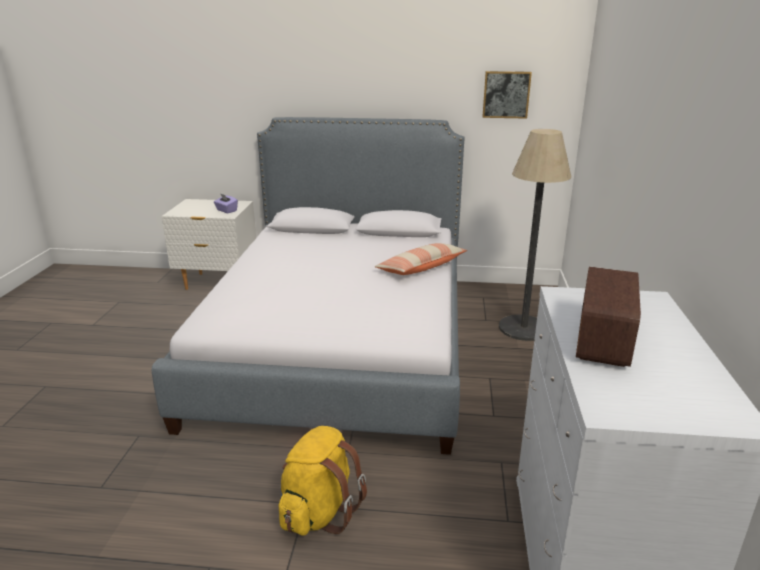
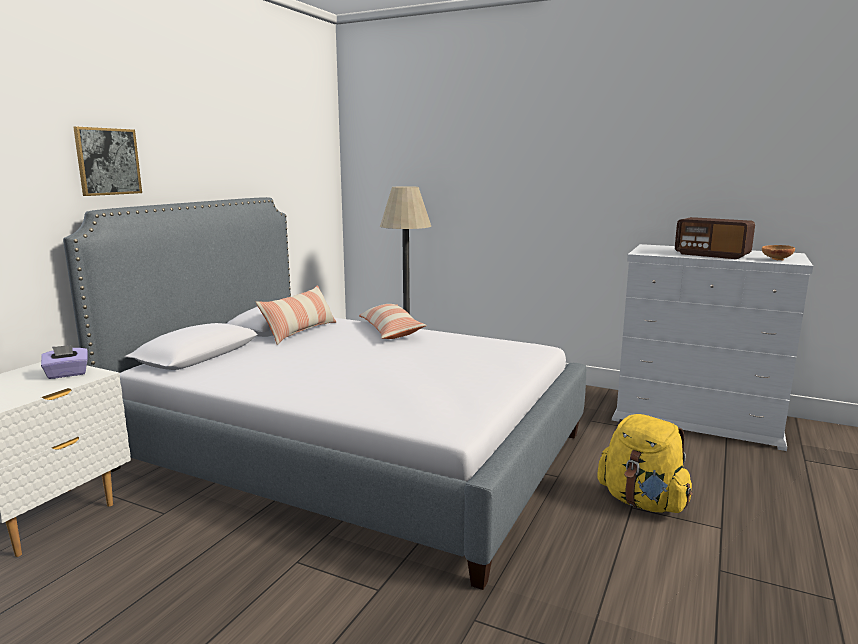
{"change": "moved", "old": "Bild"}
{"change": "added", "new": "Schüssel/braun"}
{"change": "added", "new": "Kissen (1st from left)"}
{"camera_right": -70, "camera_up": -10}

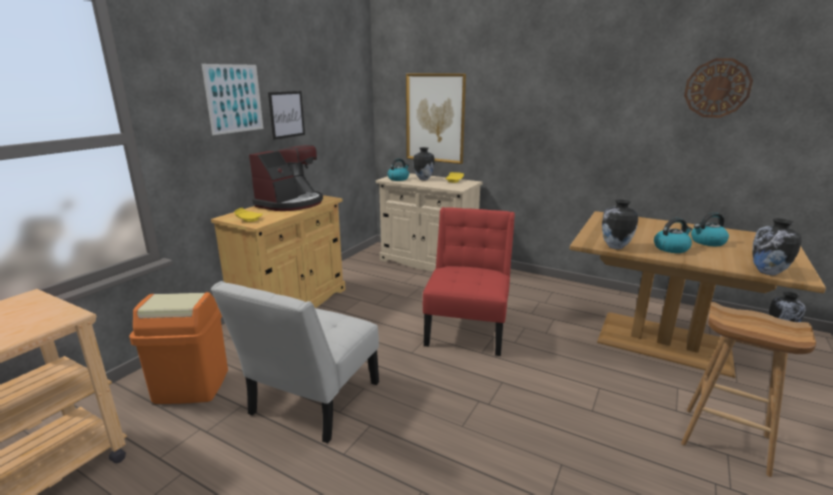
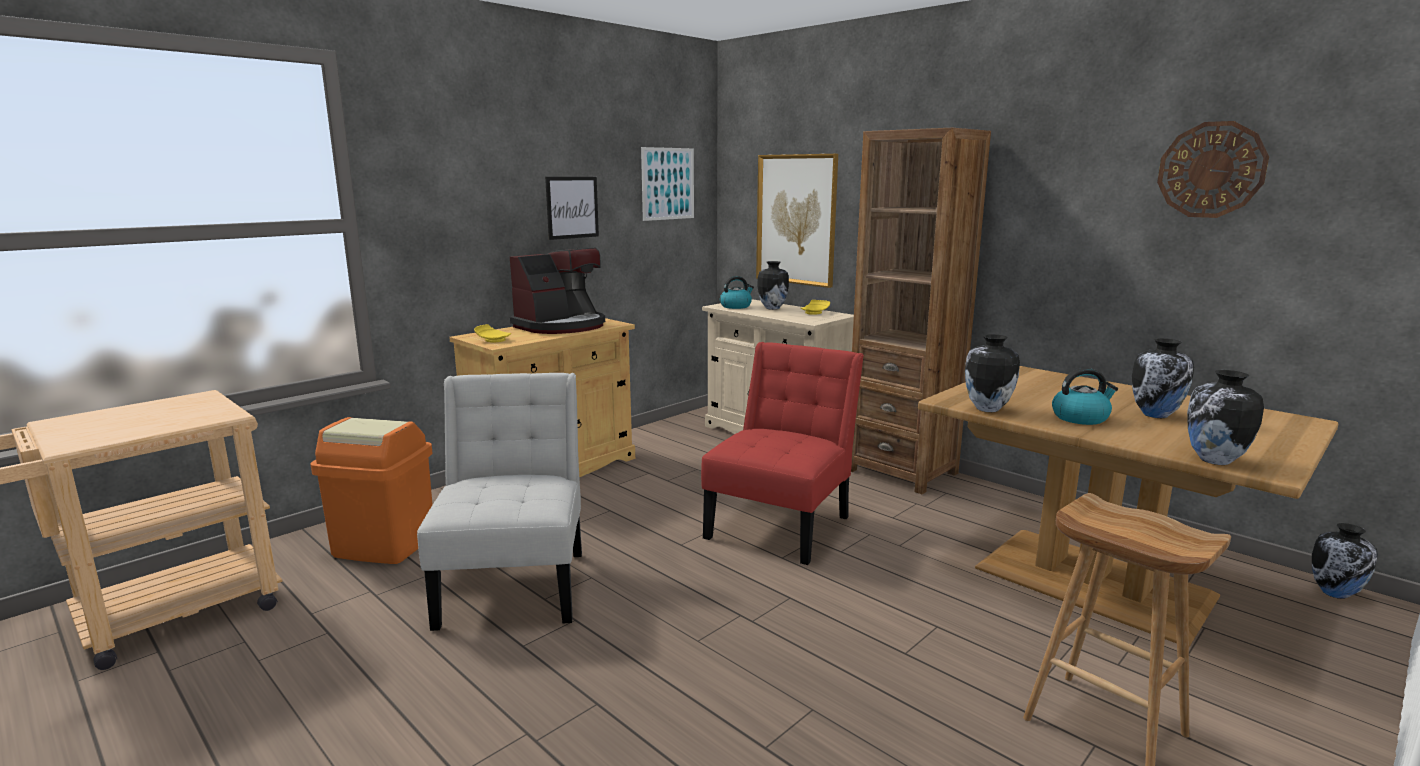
{"change": "moved", "old": "Bild (1st from left in the first image)", "new": "Bild (2nd from left)"}
{"change": "replaced", "old": "Wasserkessel (3rd from left)", "new": "Vase (3rd from left)"}
{"change": "turned", "old": "Stuhl/weiß", "degrees": 135}
{"change": "added", "new": "Bücherregal/braun"}
{"camera_right": 15, "camera_up": -5}

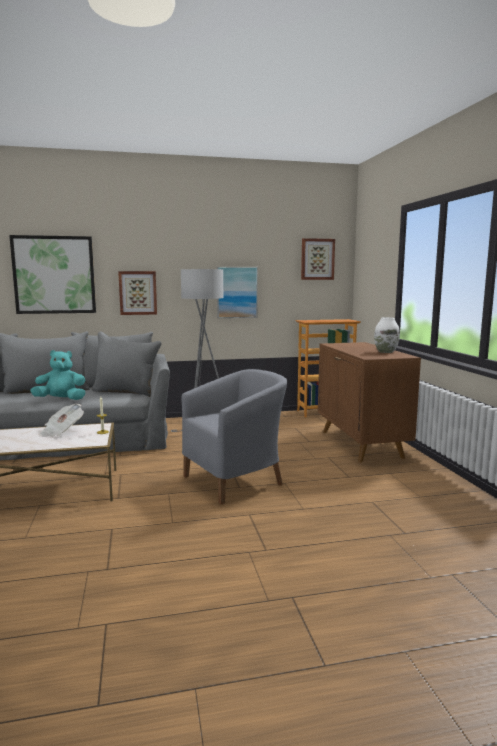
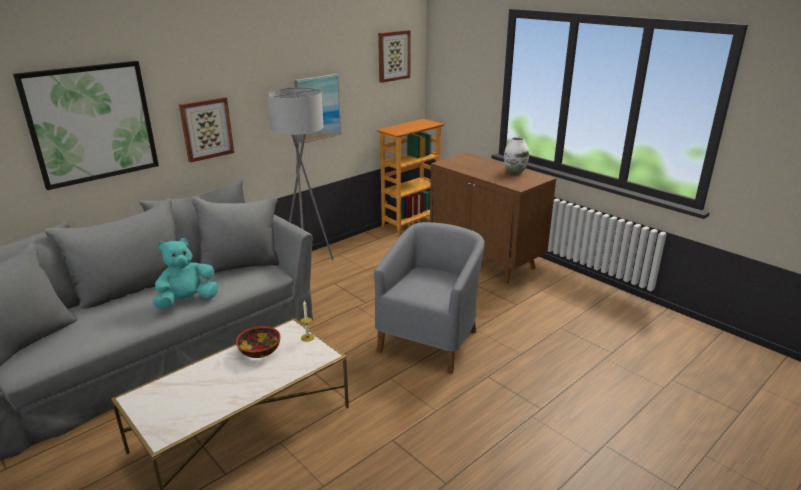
{"change": "replaced", "old": "Zeitung", "new": "Schüssel"}
{"camera_right": -30, "camera_up": 15}

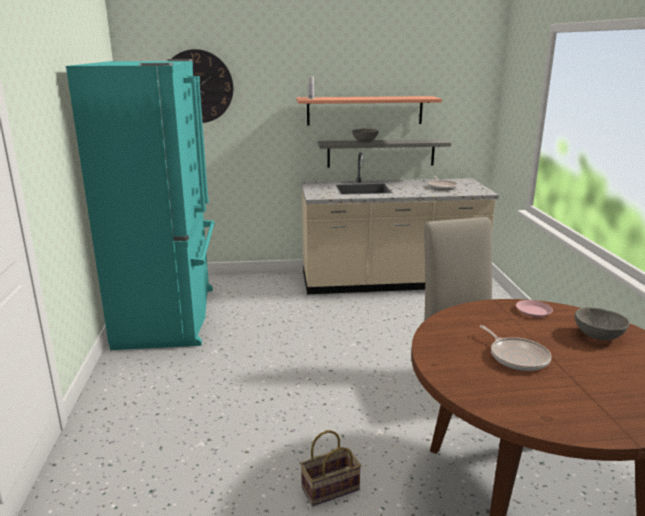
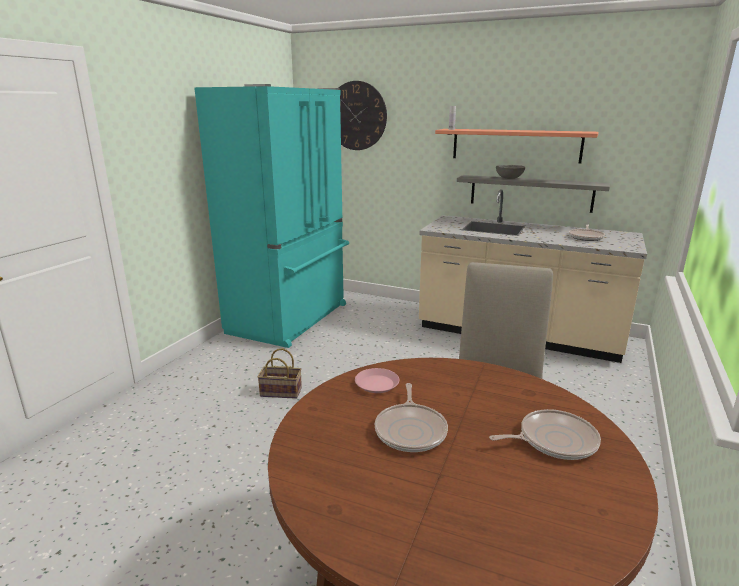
{"change": "moved", "old": "Teller/rosa"}
{"change": "replaced", "old": "Schüssel/grau (2nd from left)", "new": "Pfanne (2nd from left)"}
{"change": "moved", "old": "Korb"}
{"camera_right": 30, "camera_up": 0}

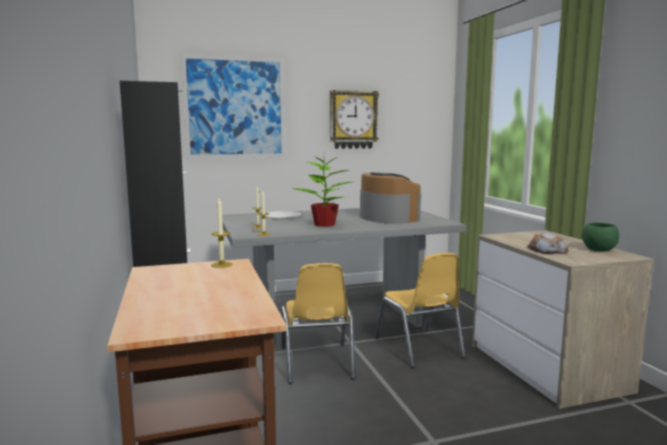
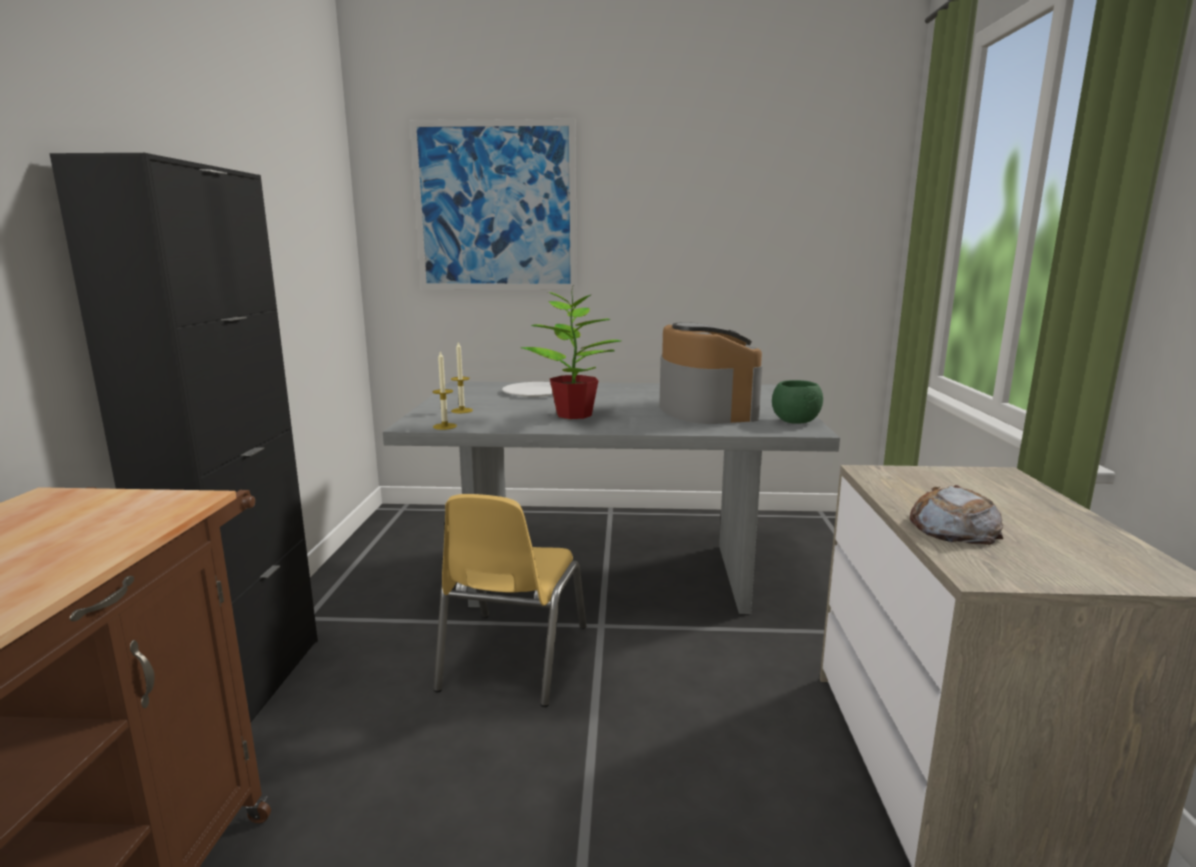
{"change": "removed", "old": "Wanduhr"}
{"change": "removed", "old": "Kerze (1st from left)"}
{"change": "moved", "old": "Schüssel/grün"}
{"change": "removed", "old": "Stuhl/gelb (2nd from left)"}
{"camera_right": 20, "camera_up": 5}

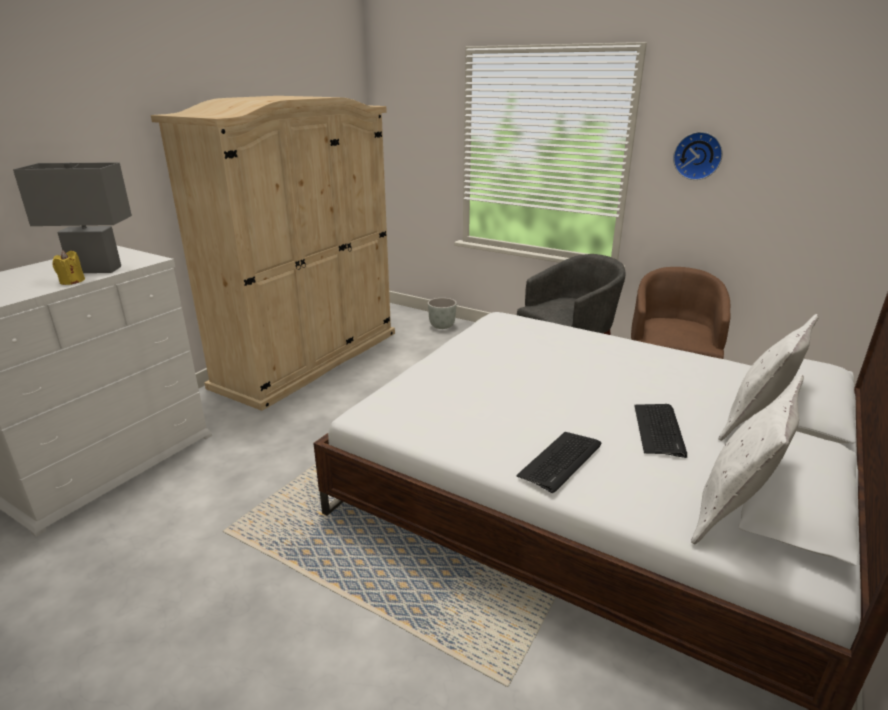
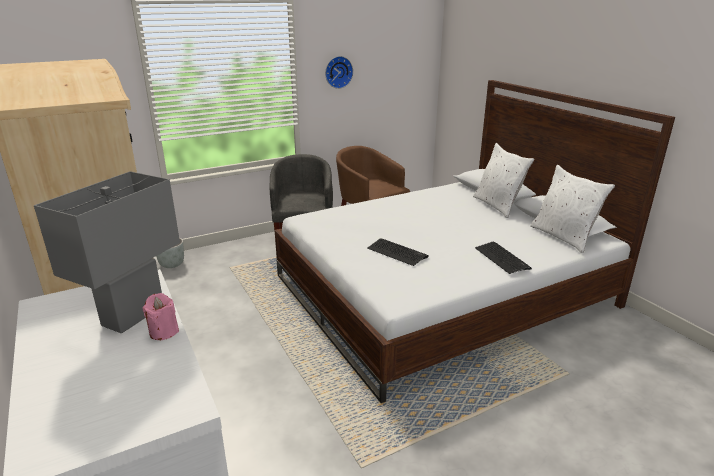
{"change": "recoloured", "old": "Kerze/gelb", "new": "Kerze/rosa"}
{"change": "moved", "old": "Tastatur (2nd from left in the first image)", "new": "Tastatur (1st from left)"}
{"camera_right": -60, "camera_up": 0}

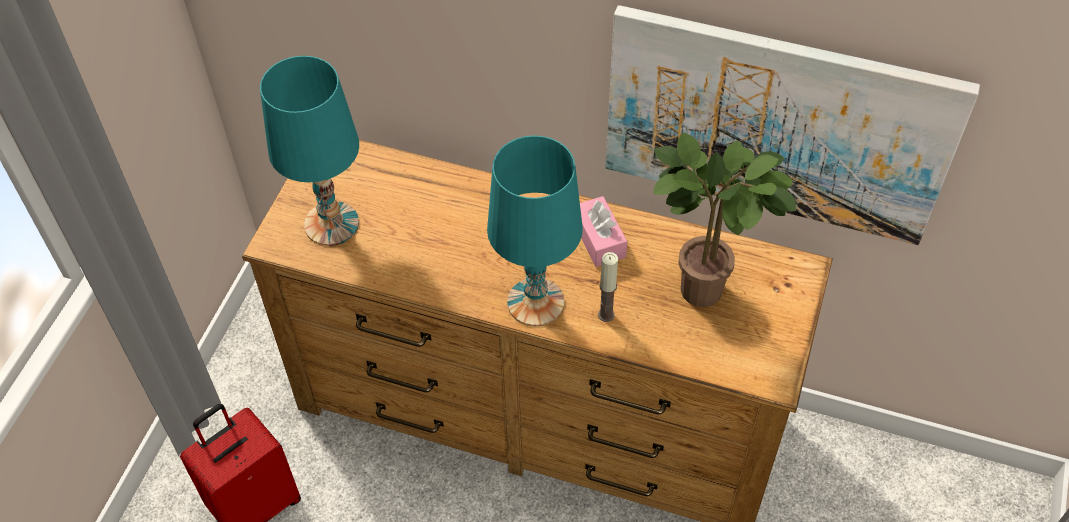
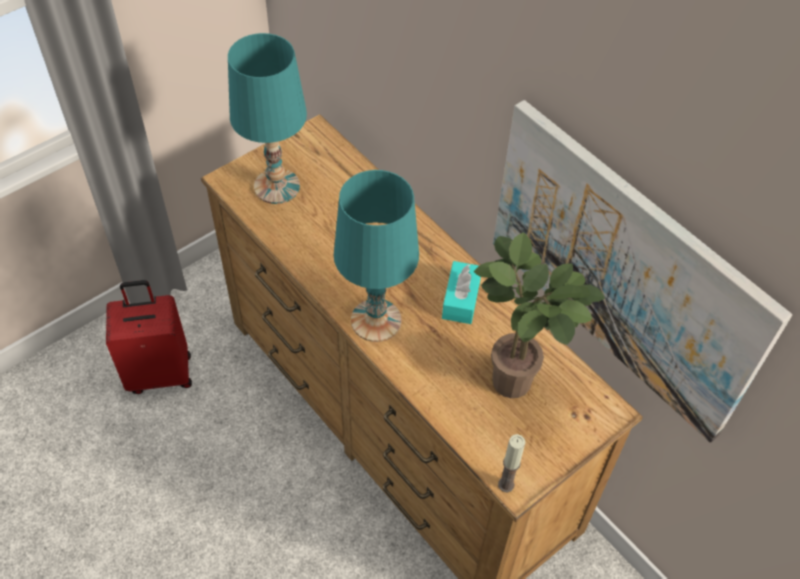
{"change": "recoloured", "old": "Taschentuchbox/rosa", "new": "Taschentuchbox/türkis"}
{"change": "moved", "old": "Kerze"}
{"camera_right": 30, "camera_up": 0}

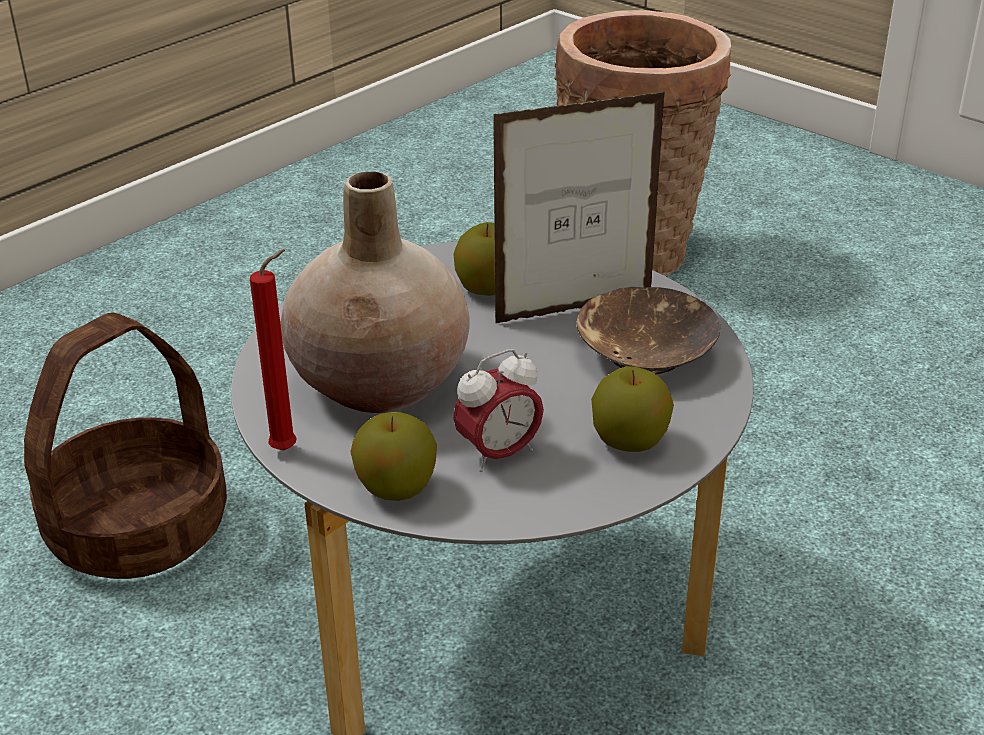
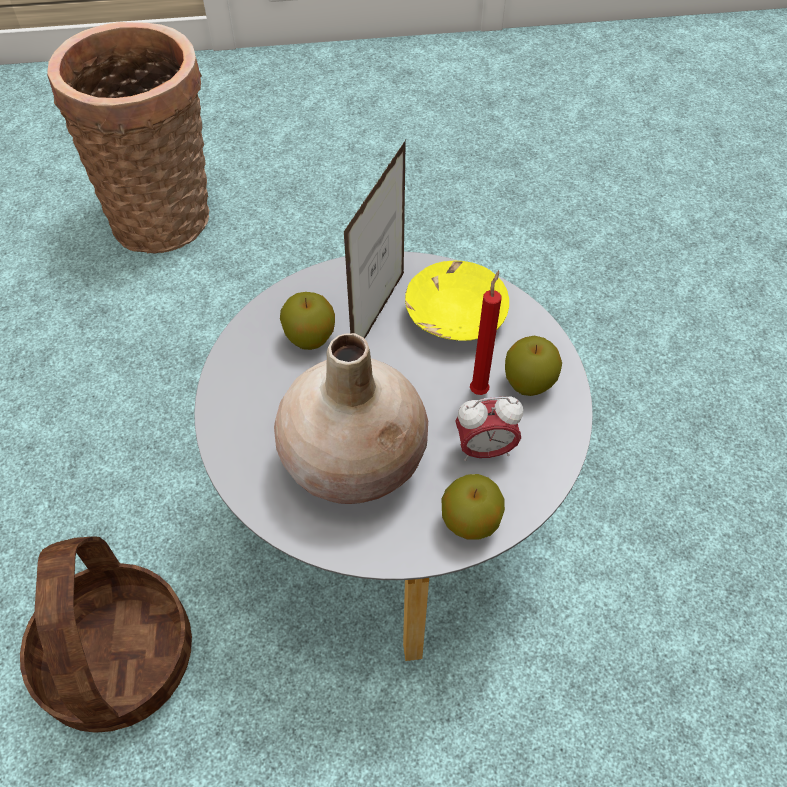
{"change": "moved", "old": "Kerze/rot"}
{"change": "recoloured", "old": "Schüssel/braun", "new": "Schüssel/gelb"}
{"change": "turned", "old": "Wecker", "degrees": 75}
{"camera_right": -50, "camera_up": 20}

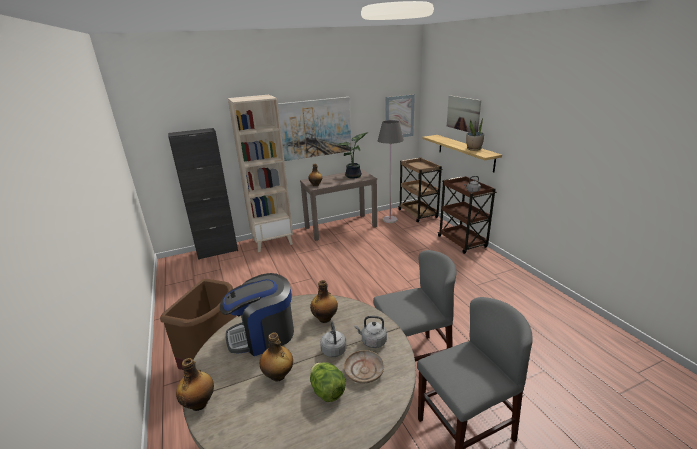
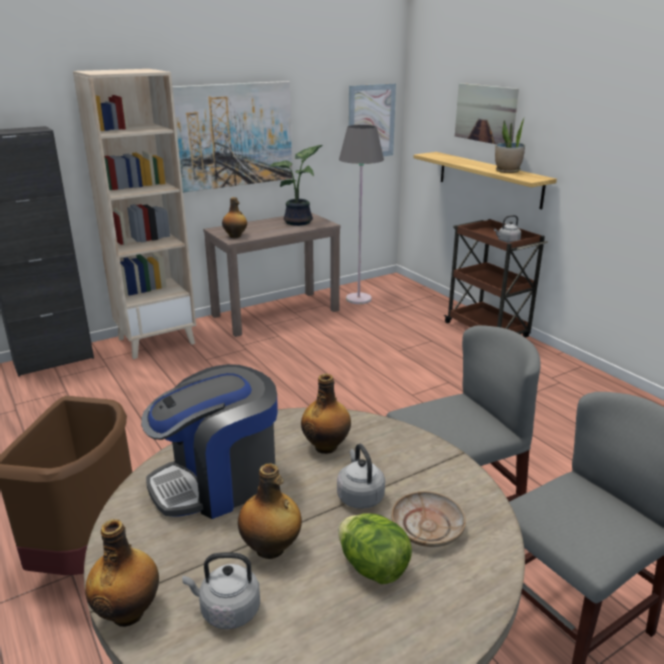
{"change": "removed", "old": "Rollwagen/braun (1st from left)"}
{"change": "moved", "old": "Wasserkessel/grau (2nd from left in the first image)", "new": "Wasserkessel/grau (1st from left)"}
{"camera_right": -10, "camera_up": 0}

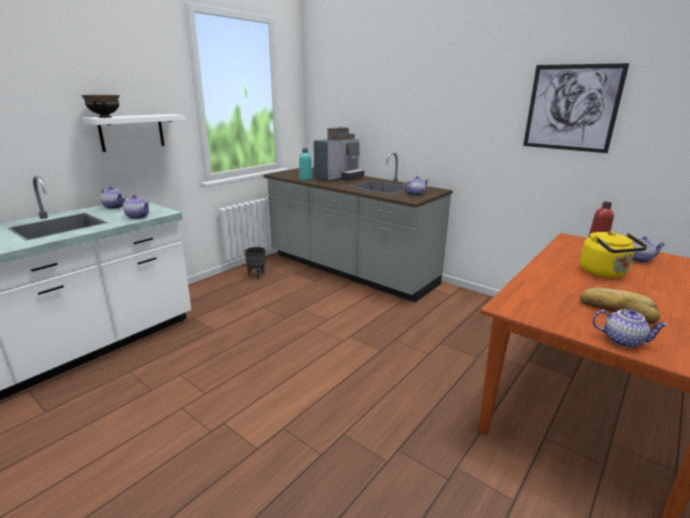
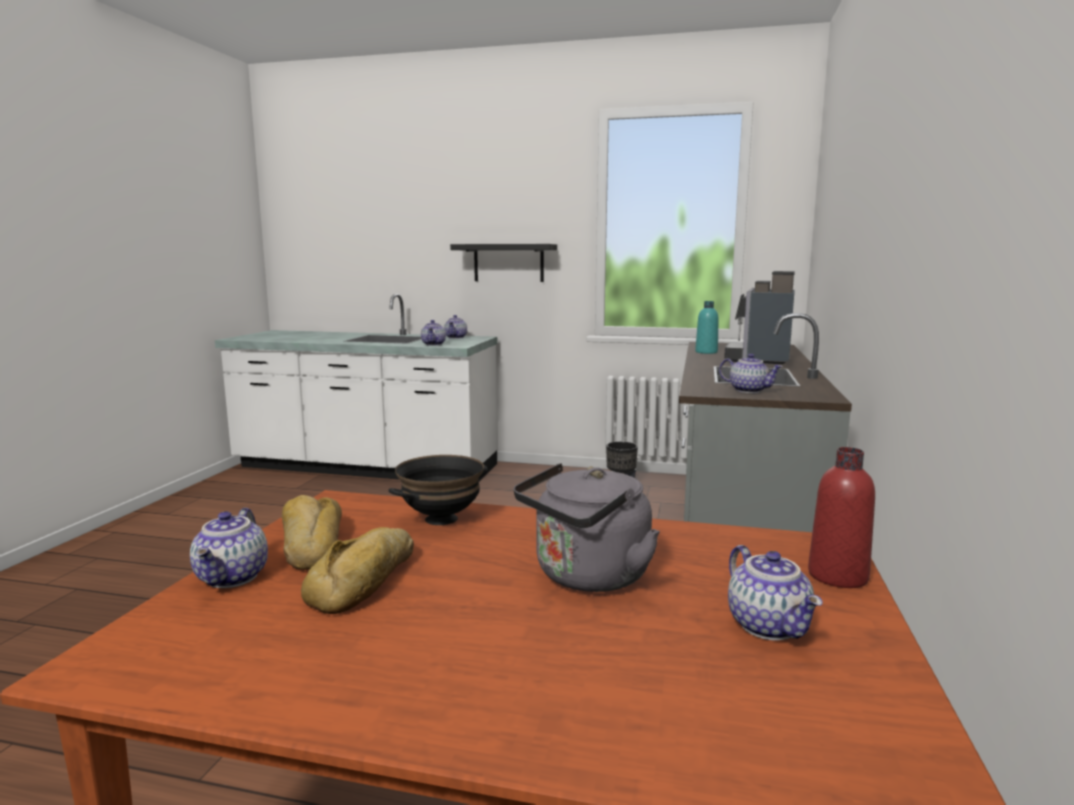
{"change": "removed", "old": "Bild"}
{"change": "moved", "old": "Schüssel/schwarz"}
{"change": "recoloured", "old": "Wandregal/weiß", "new": "Wandregal/schwarz"}
{"change": "turned", "old": "Kaffeemaschine", "degrees": 90}
{"change": "recoloured", "old": "Wasserkessel/gelb", "new": "Wasserkessel/grau"}
{"change": "added", "new": "Brot (1st from left)"}
{"camera_right": 65, "camera_up": -10}

